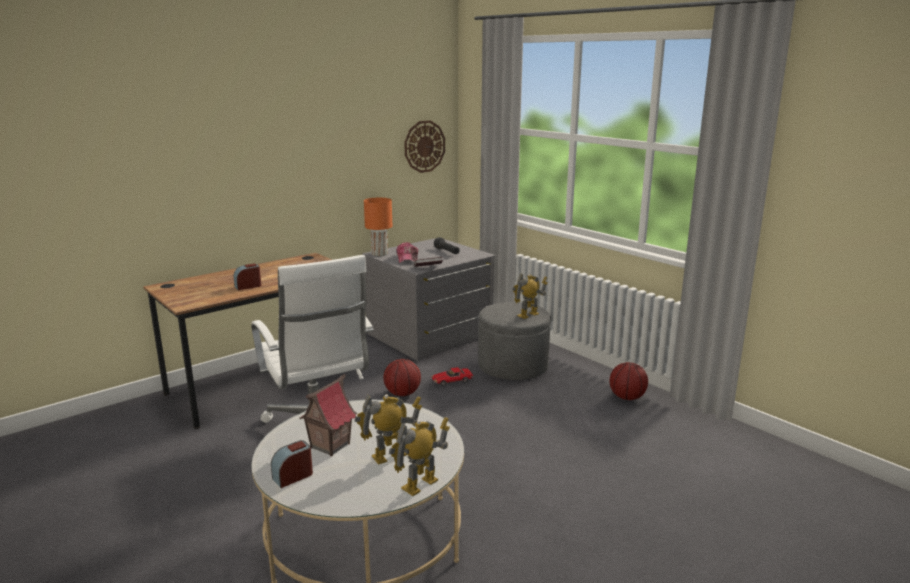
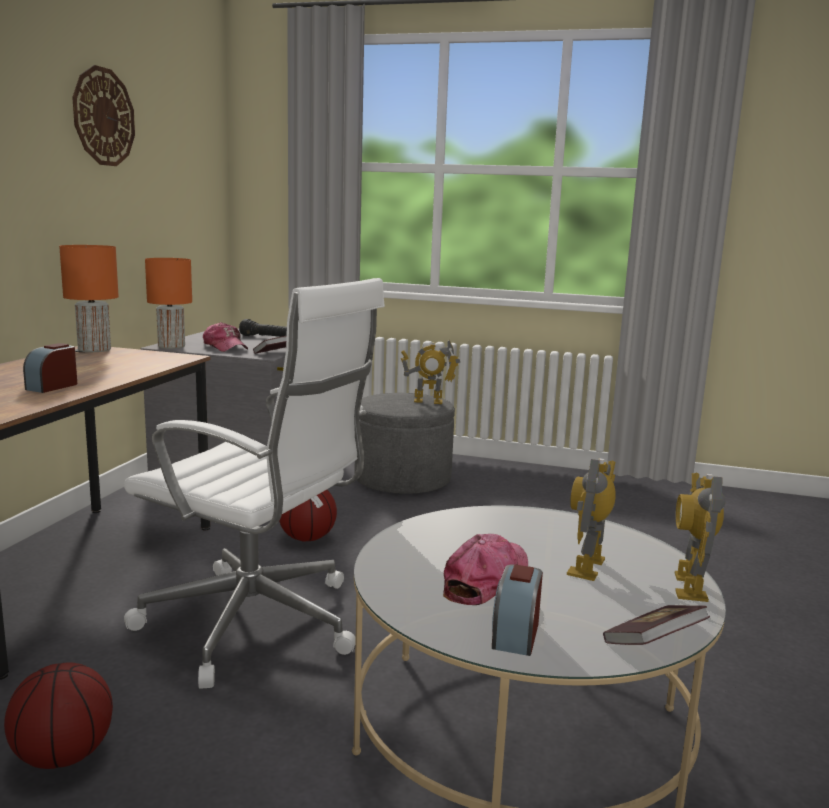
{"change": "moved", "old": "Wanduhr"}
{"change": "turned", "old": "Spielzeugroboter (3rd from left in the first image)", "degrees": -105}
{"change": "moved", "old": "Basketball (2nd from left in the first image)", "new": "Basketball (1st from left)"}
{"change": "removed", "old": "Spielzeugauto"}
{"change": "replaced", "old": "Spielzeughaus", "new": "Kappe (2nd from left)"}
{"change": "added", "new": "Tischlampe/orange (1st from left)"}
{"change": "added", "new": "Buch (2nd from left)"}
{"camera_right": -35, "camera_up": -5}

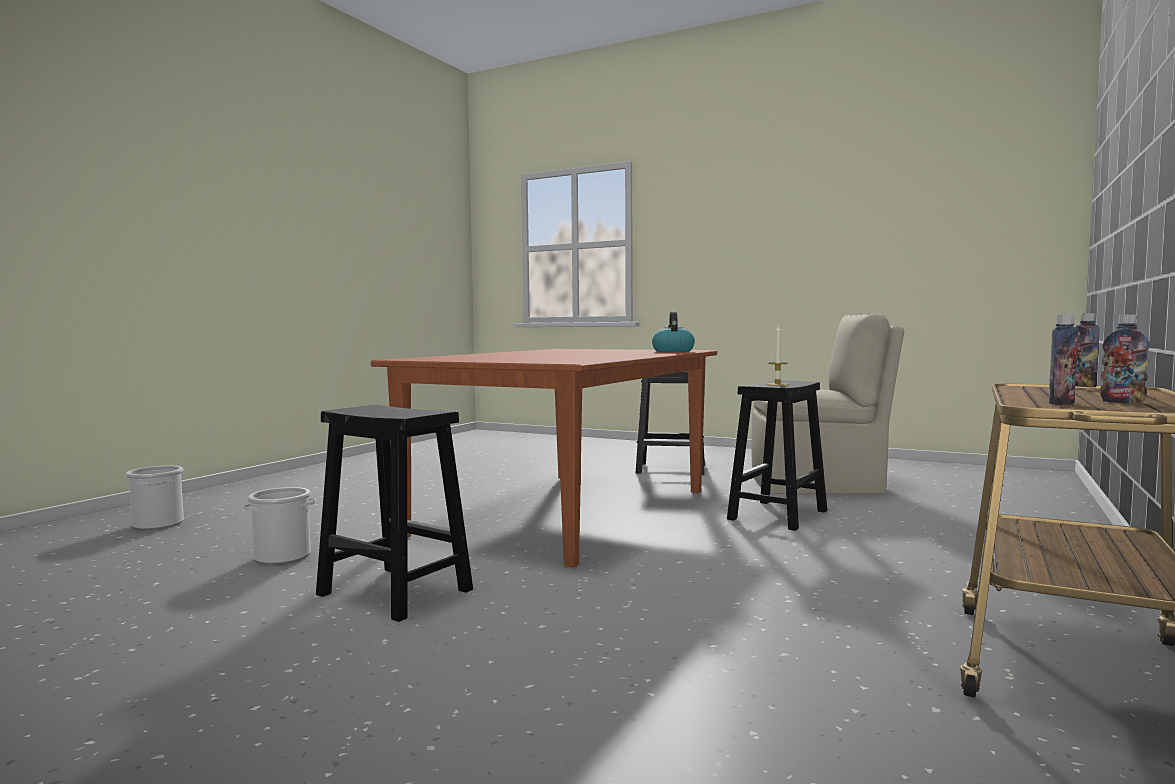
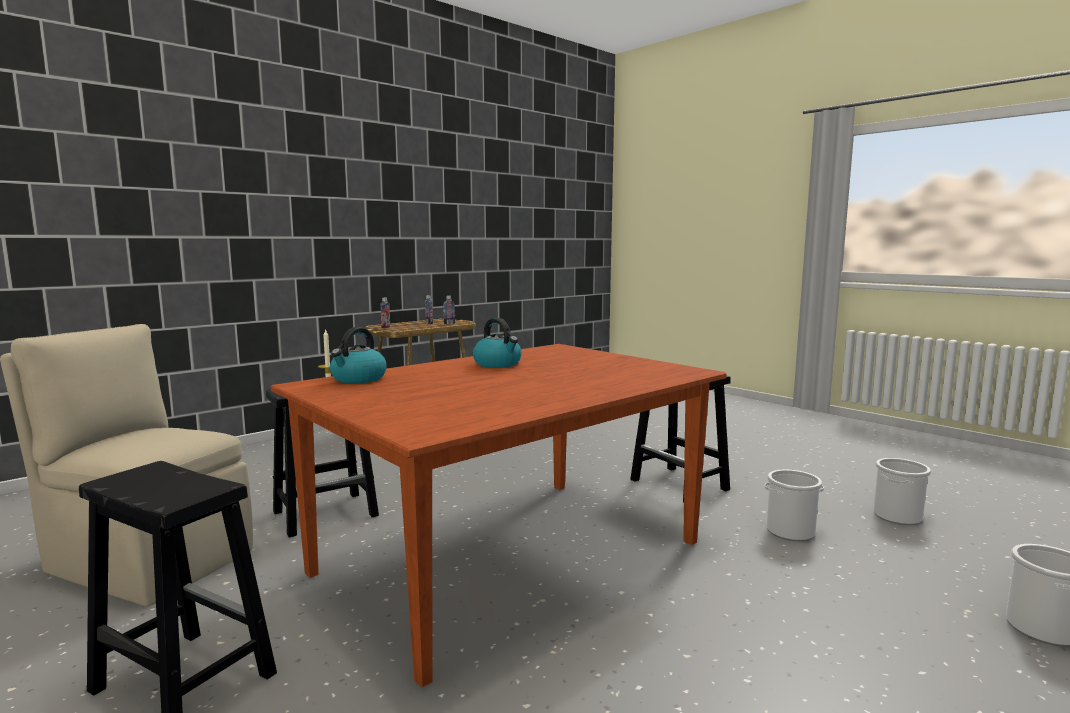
{"change": "added", "new": "Wasserkessel (2nd from left)"}
{"change": "added", "new": "Eimer (2nd from left)"}
{"camera_right": -160, "camera_up": 5}

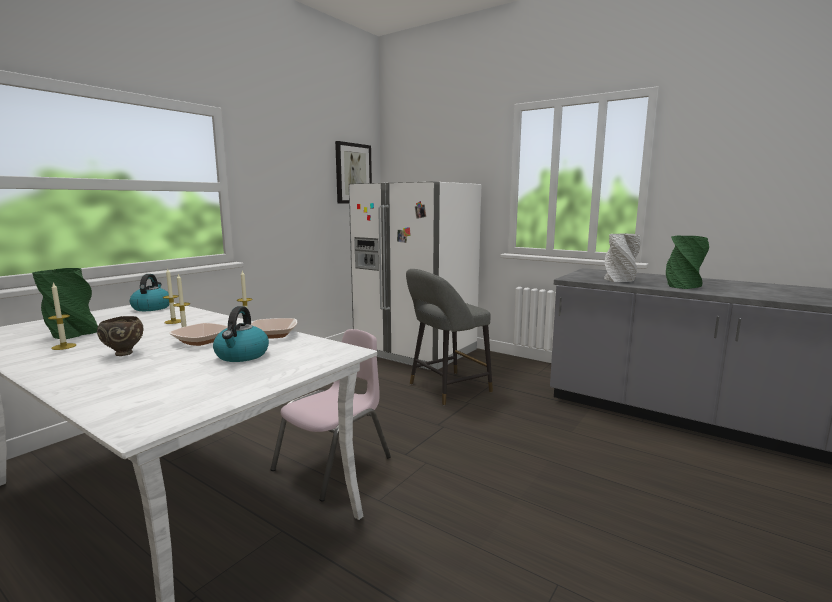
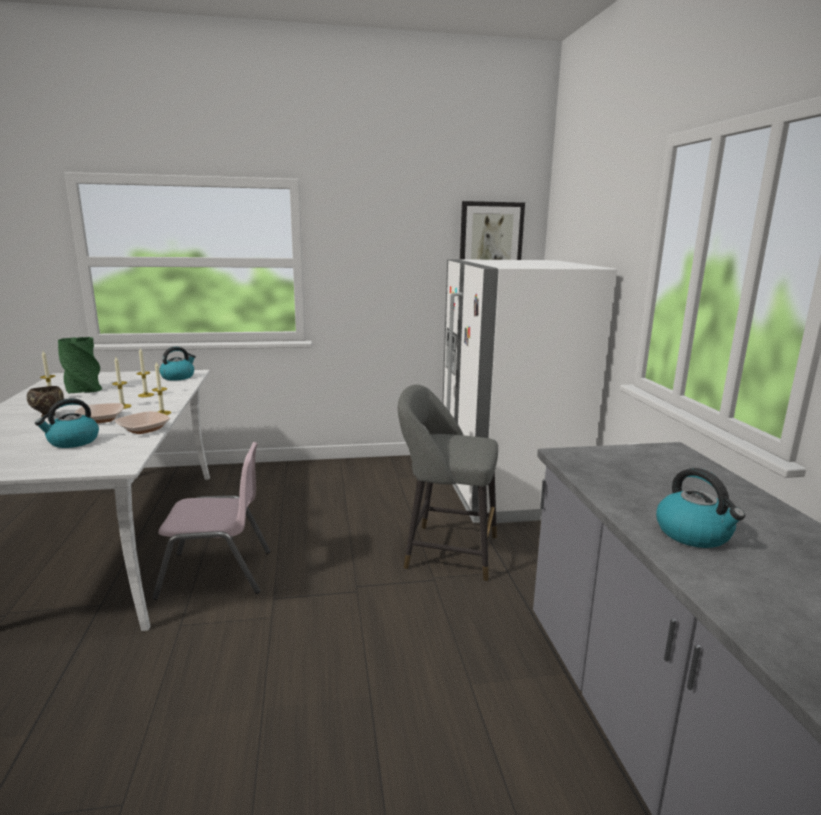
{"change": "removed", "old": "Vase/grau"}
{"change": "replaced", "old": "Vase/grün (2nd from left)", "new": "Wasserkessel (3rd from left)"}
{"camera_right": 45, "camera_up": 5}

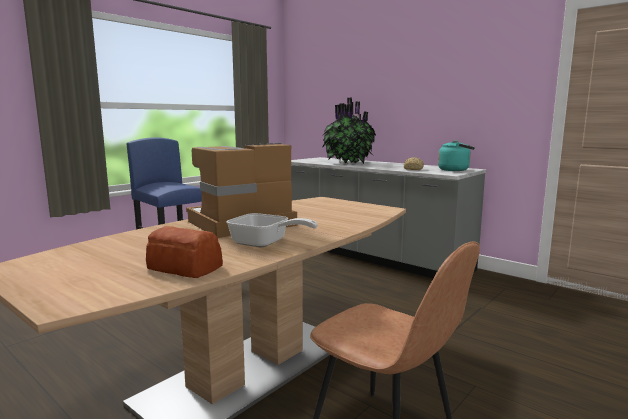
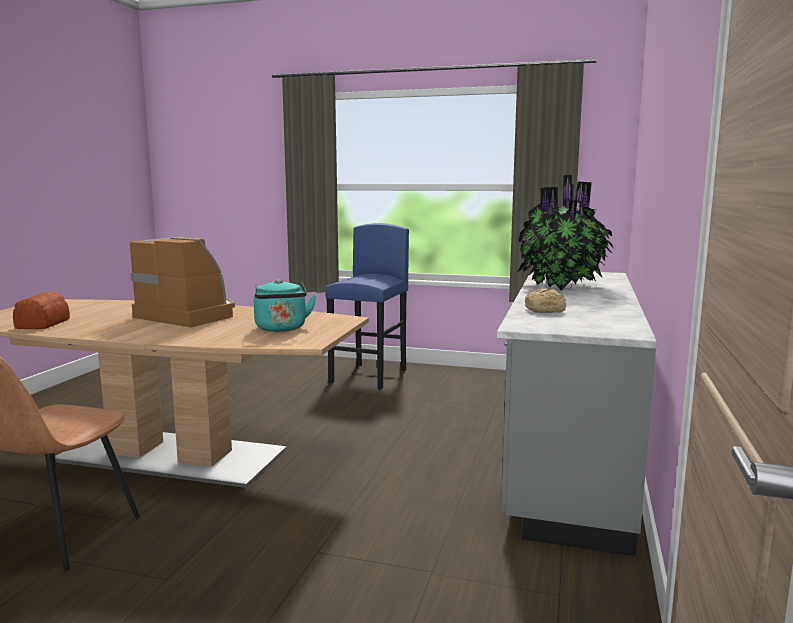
{"change": "moved", "old": "Wasserkessel/türkis"}
{"change": "removed", "old": "Pfanne"}
{"camera_right": 65, "camera_up": 0}

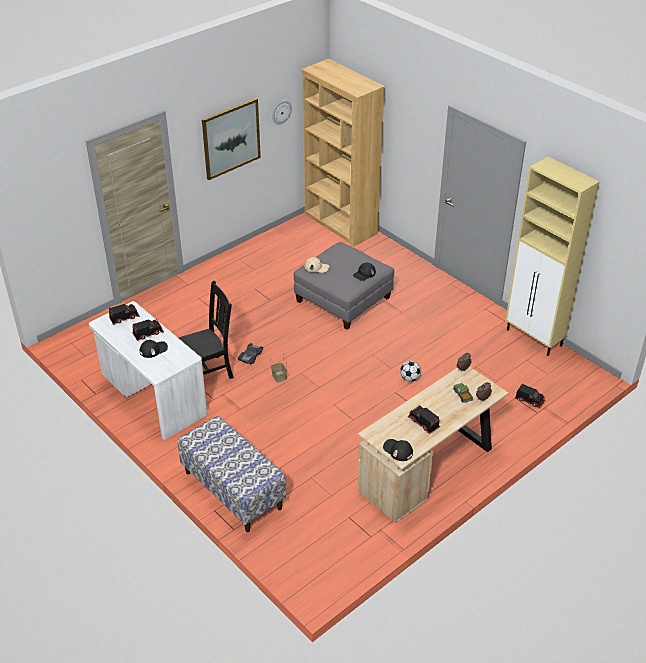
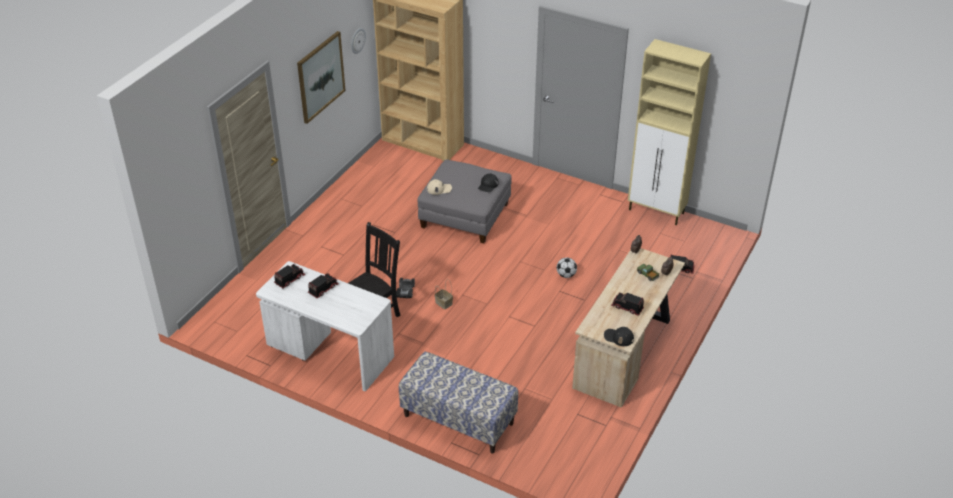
{"change": "removed", "old": "Kappe/schwarz (1st from left)"}
{"camera_right": -20, "camera_up": 0}

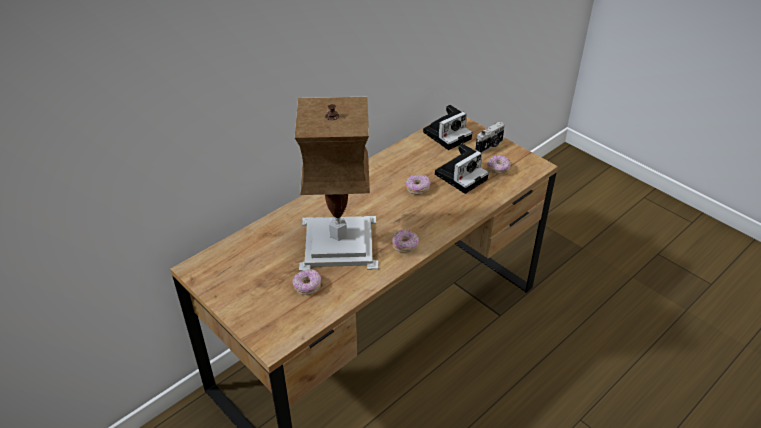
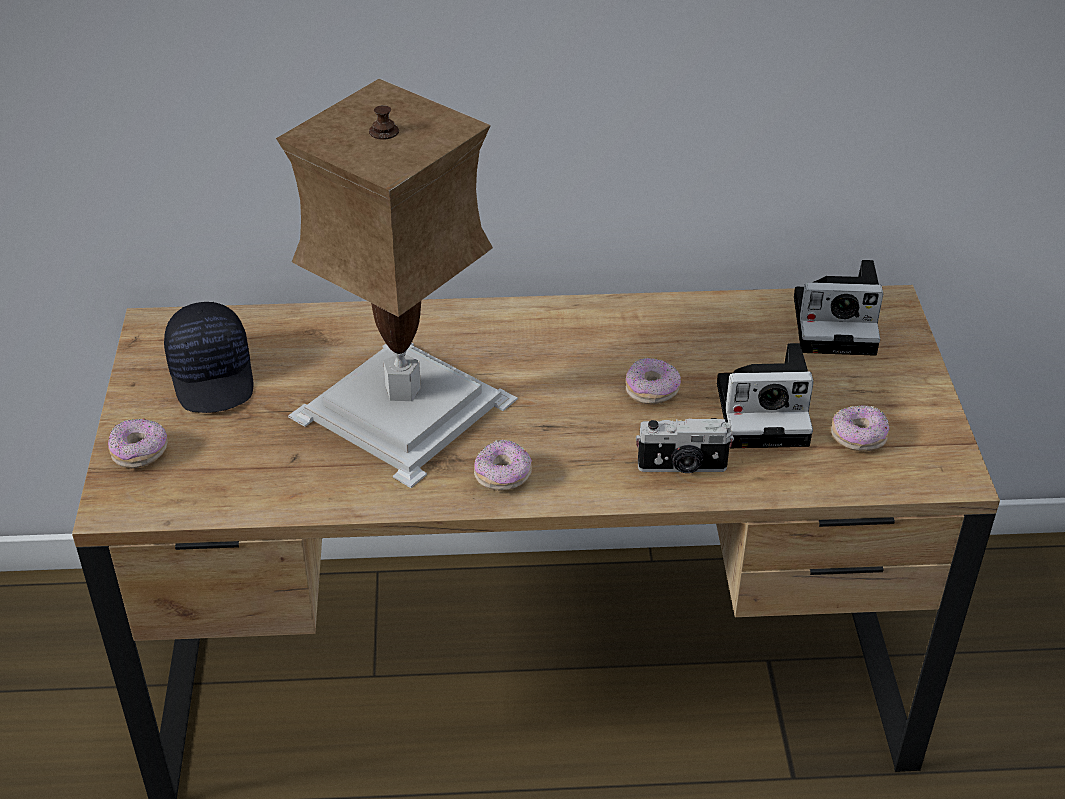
{"change": "moved", "old": "Kamera (3rd from left in the first image)", "new": "Kamera (1st from left)"}
{"change": "moved", "old": "Donut (1st from left)"}
{"change": "added", "new": "Kappe/schwarz"}
{"camera_right": 40, "camera_up": 0}

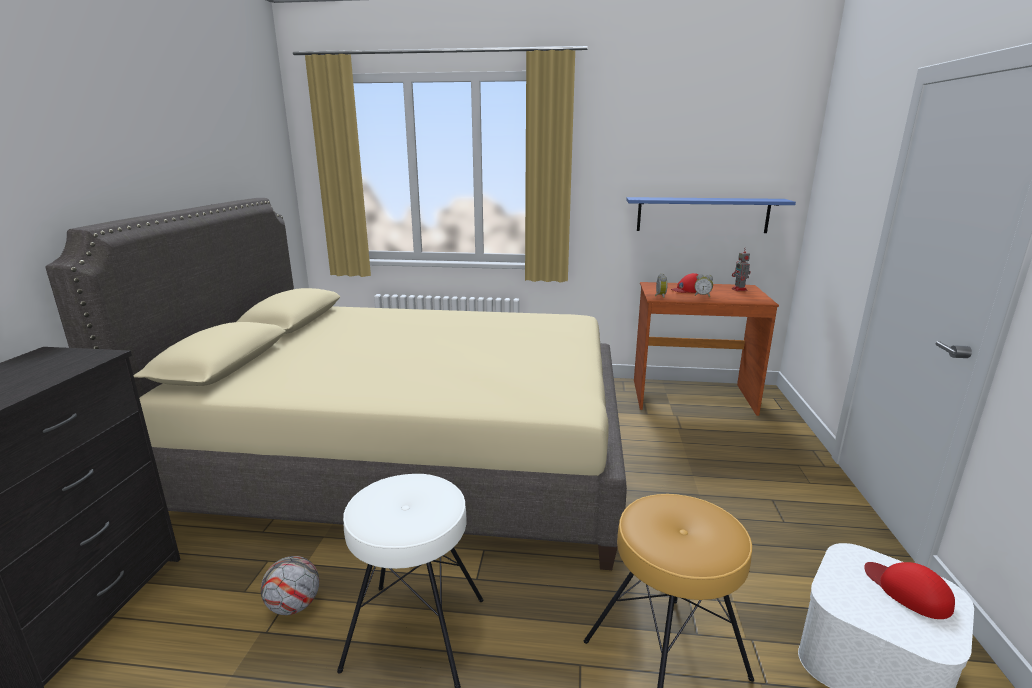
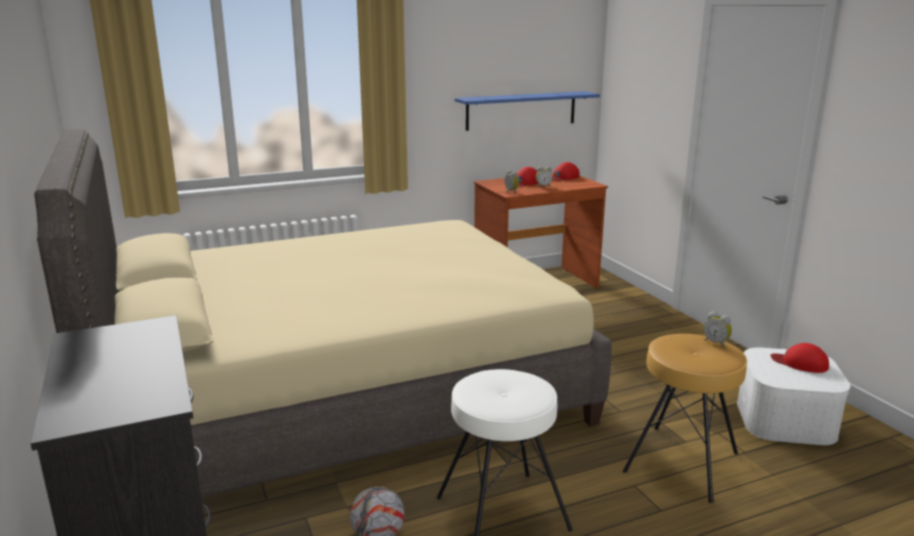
{"change": "replaced", "old": "Spielzeugroboter", "new": "Kappe/rot (2nd from left)"}
{"change": "added", "new": "Wecker (3rd from left)"}
{"camera_right": -30, "camera_up": 0}

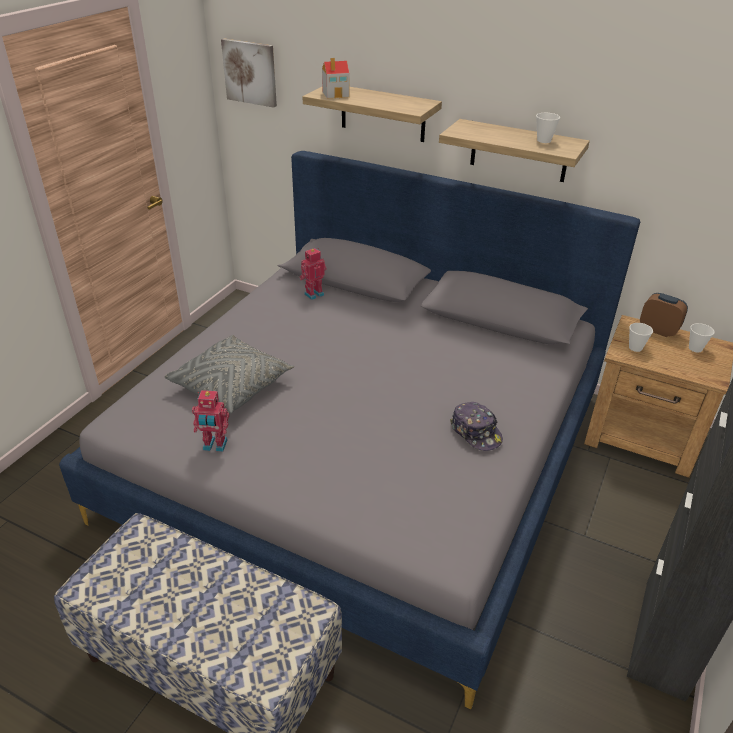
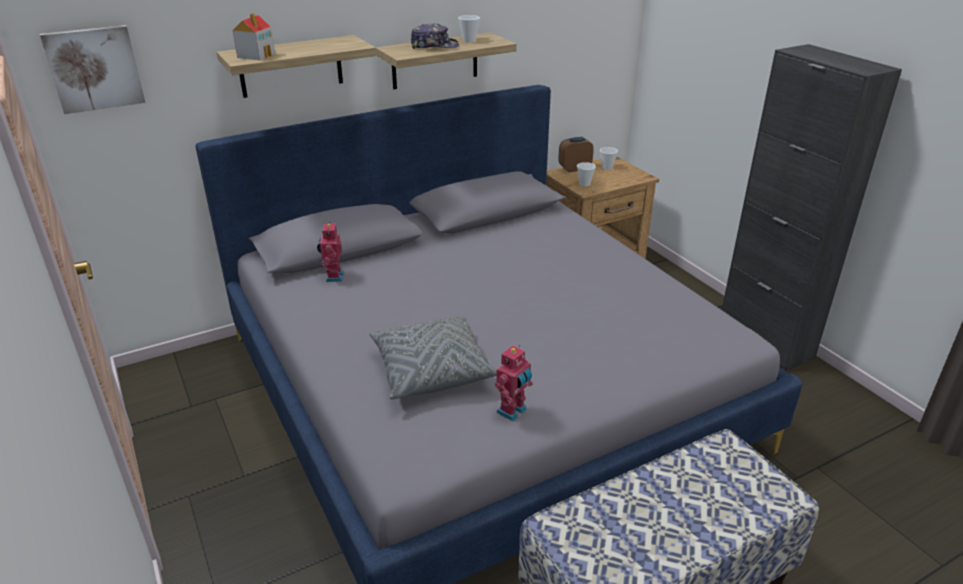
{"change": "moved", "old": "Kappe"}
{"camera_right": -55, "camera_up": -5}

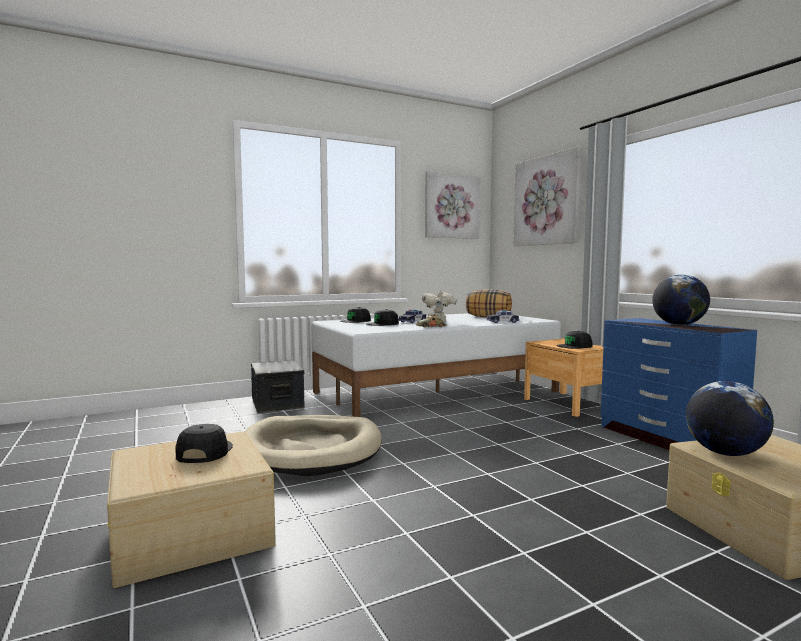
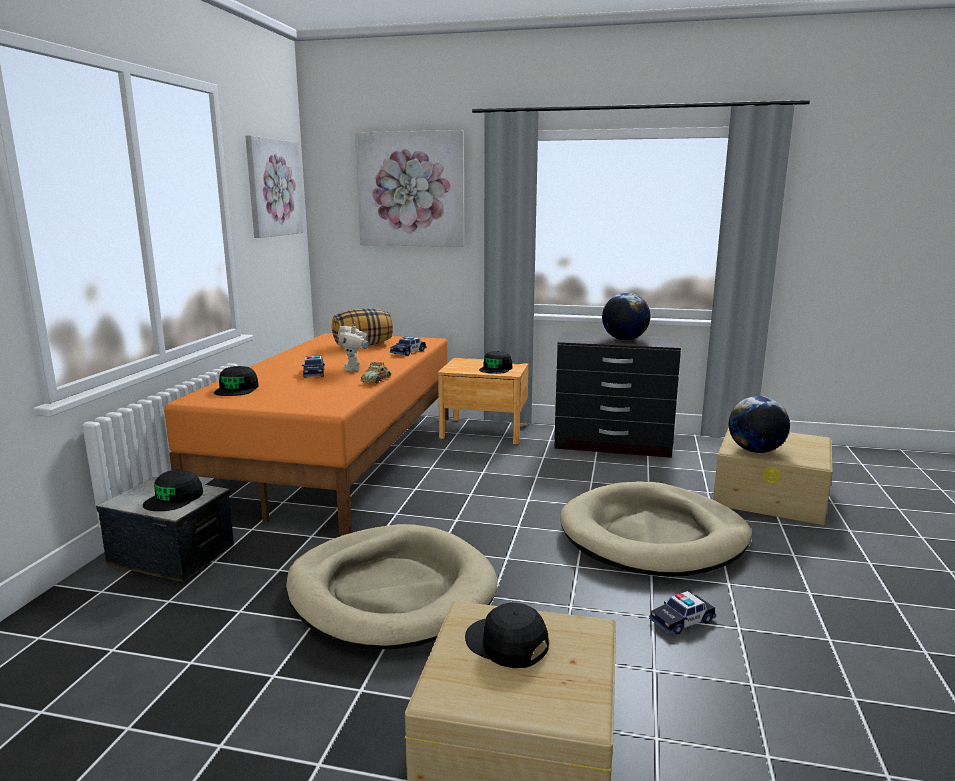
{"change": "moved", "old": "Kappe/schwarz (3rd from left in the first image)", "new": "Kappe/schwarz (1st from left)"}
{"change": "recoloured", "old": "Bett/weiß", "new": "Bett/orange"}
{"change": "recoloured", "old": "Kommode/blau", "new": "Kommode/schwarz"}
{"change": "added", "new": "Hundebett/beige (2nd from left)"}
{"change": "added", "new": "Spielzeugauto (4th from left)"}
{"camera_right": -50, "camera_up": 10}

